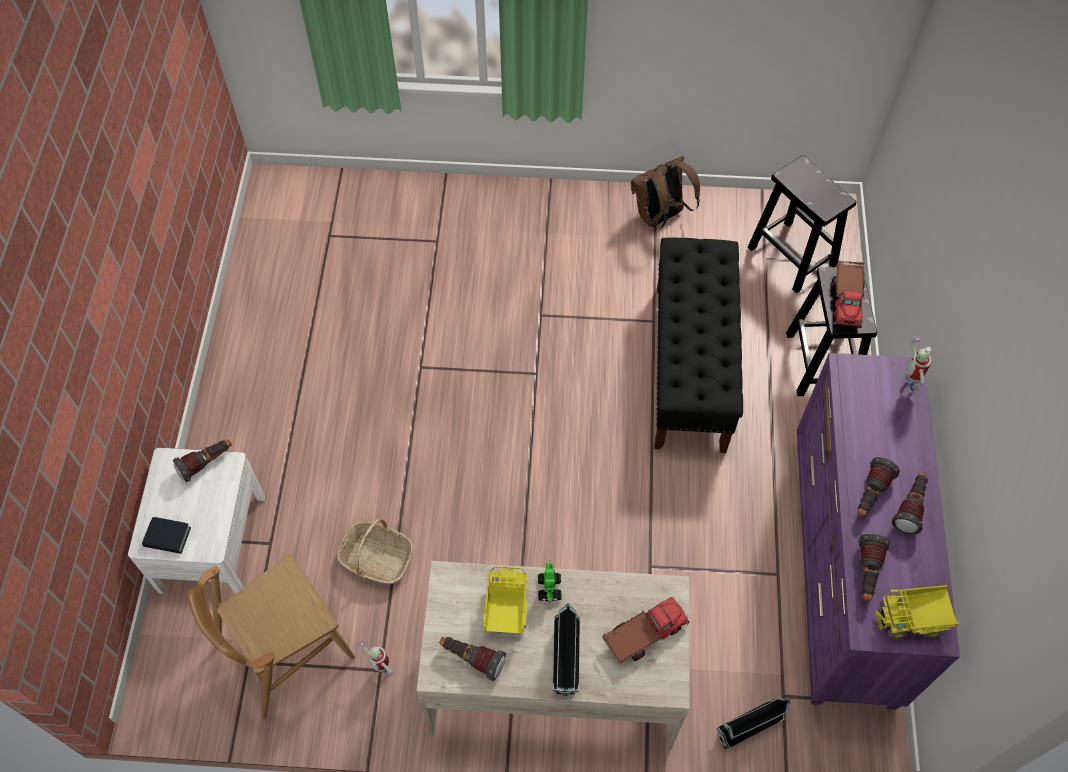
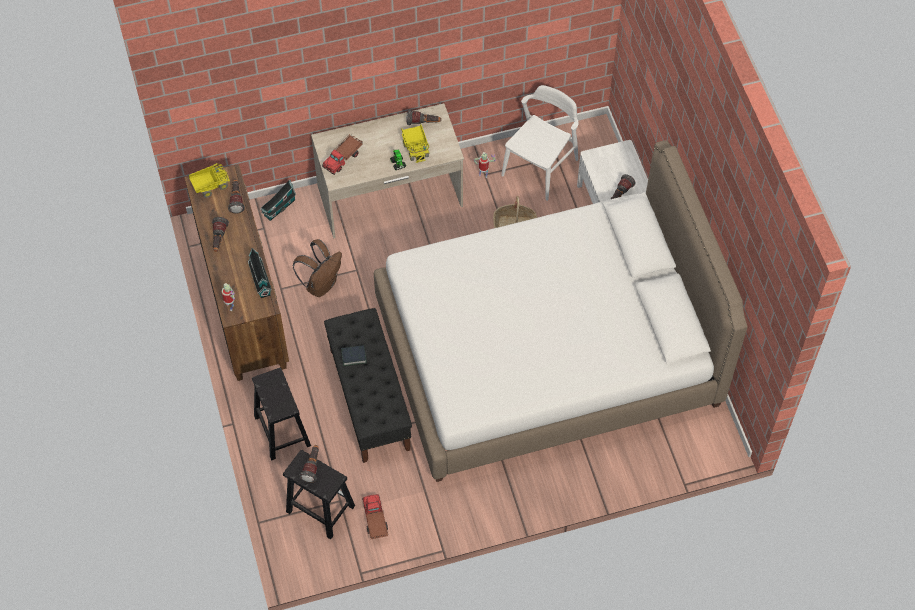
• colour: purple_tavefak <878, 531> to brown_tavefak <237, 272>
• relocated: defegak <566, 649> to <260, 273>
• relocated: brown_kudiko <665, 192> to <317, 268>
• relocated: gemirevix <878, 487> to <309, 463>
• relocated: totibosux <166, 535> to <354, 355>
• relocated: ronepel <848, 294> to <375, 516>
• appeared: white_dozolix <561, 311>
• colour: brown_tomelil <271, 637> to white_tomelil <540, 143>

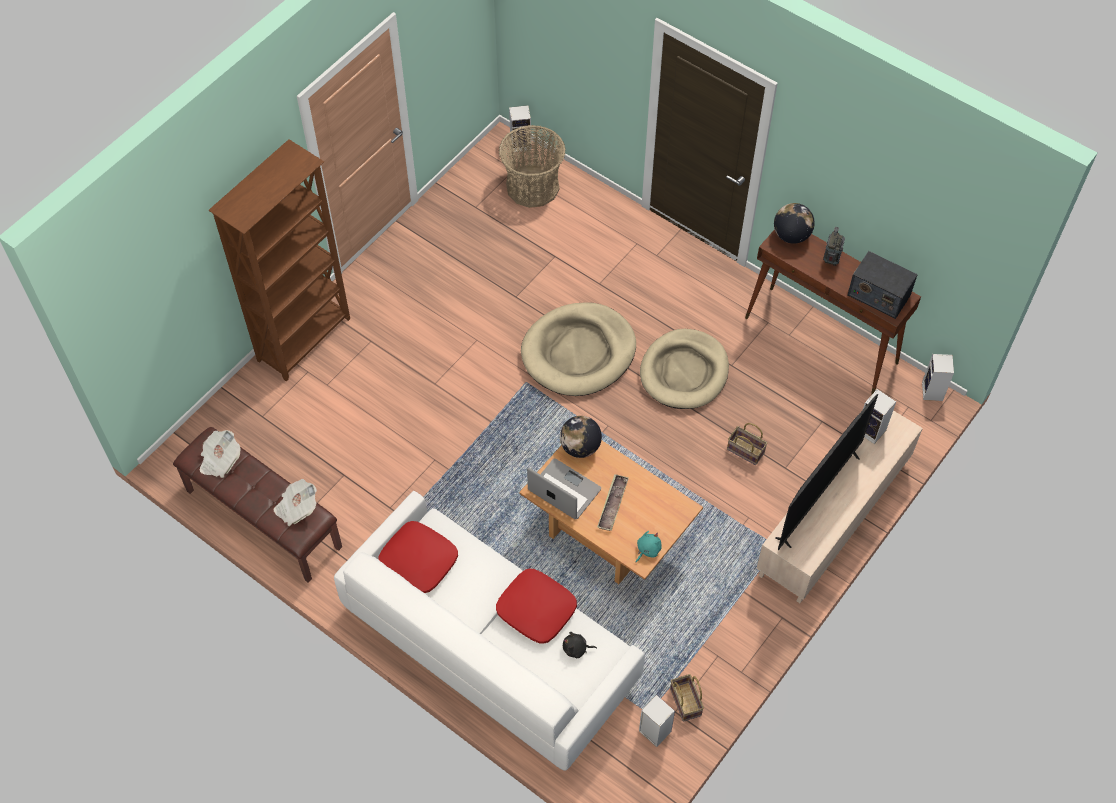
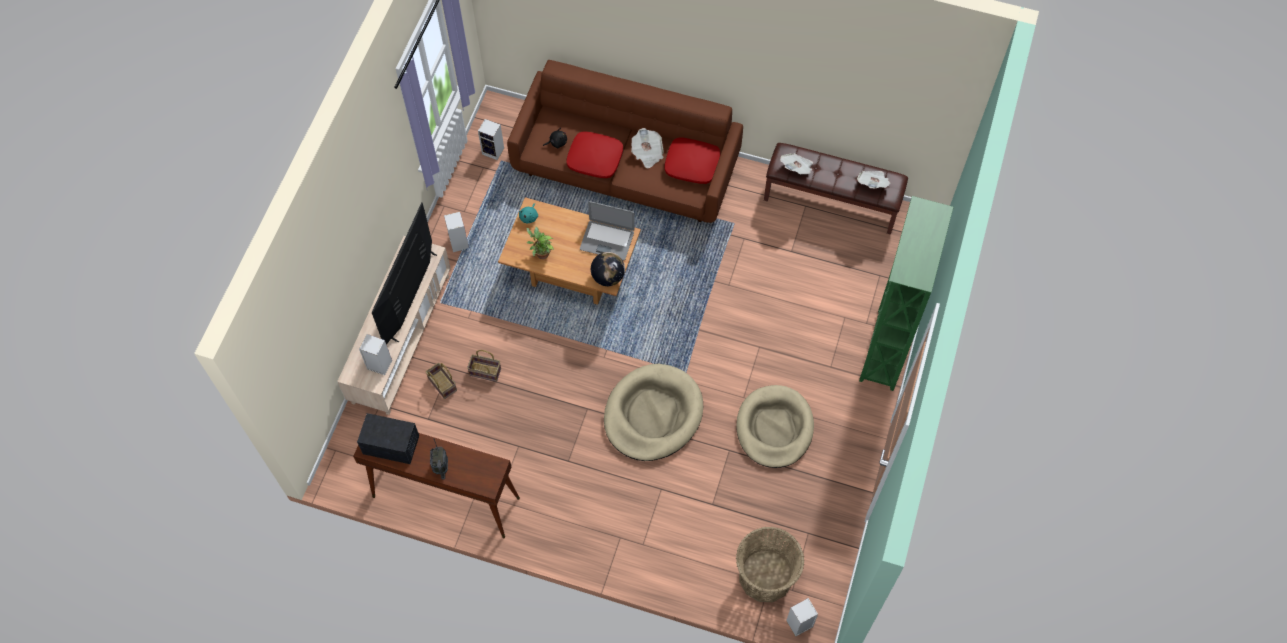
• relocated: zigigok <687, 698> to <441, 381>
• relocated: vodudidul <938, 377> to <456, 232>
• colour: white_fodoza <489, 630> to brown_fodoza <625, 141>
• appeared: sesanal <540, 243>
• appeared: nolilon <647, 148>
• relocated: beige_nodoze <684, 369> to <775, 426>
• colour: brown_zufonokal <279, 260> to green_zufonokal <906, 293>
• missing: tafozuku <613, 502>
• missing: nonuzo <794, 223>

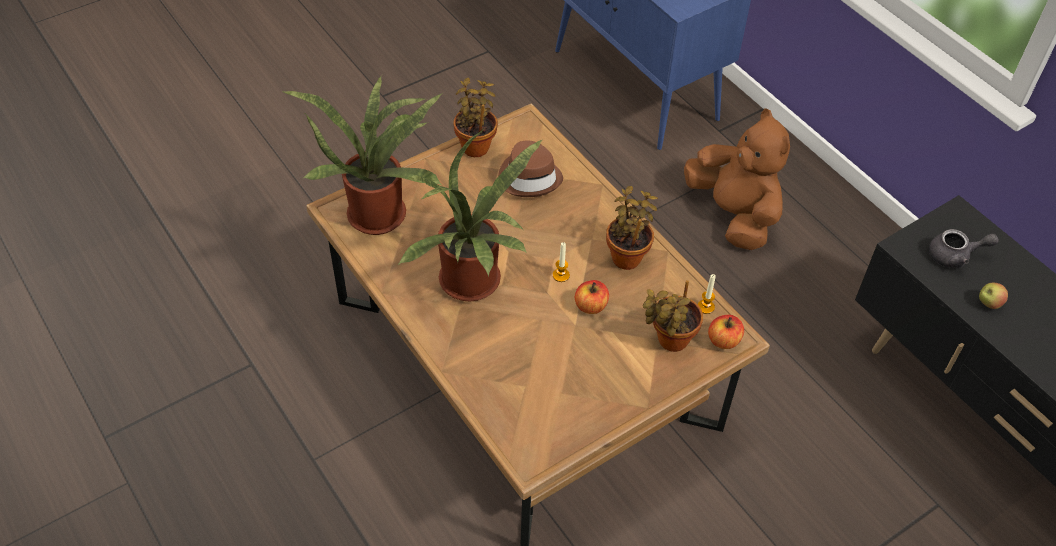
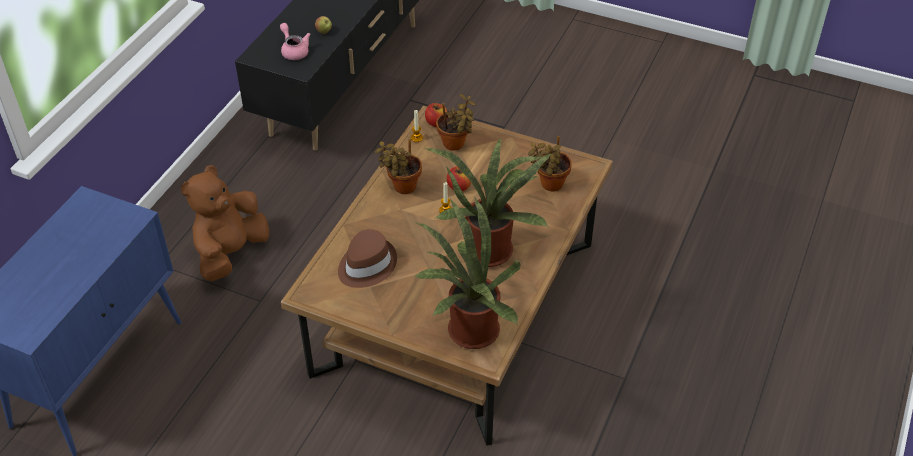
• colour: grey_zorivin <964, 248> to pink_zorivin <295, 41>
• relocated: sesanal <475, 117> to <550, 164>

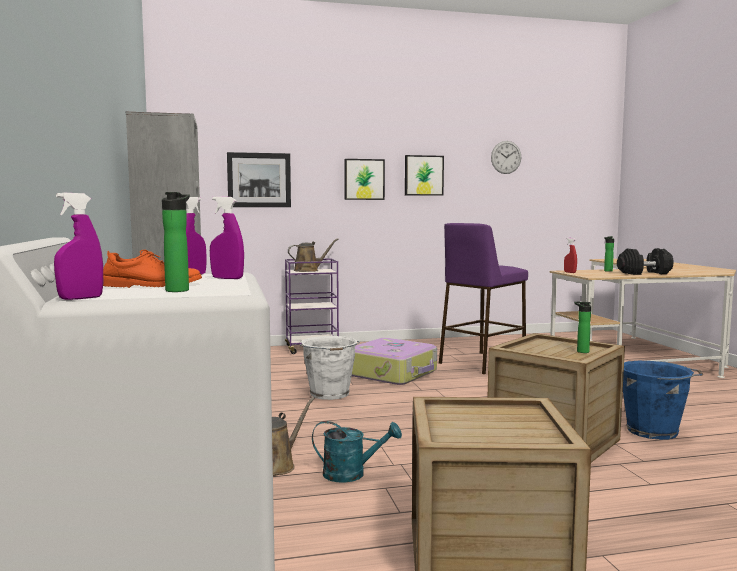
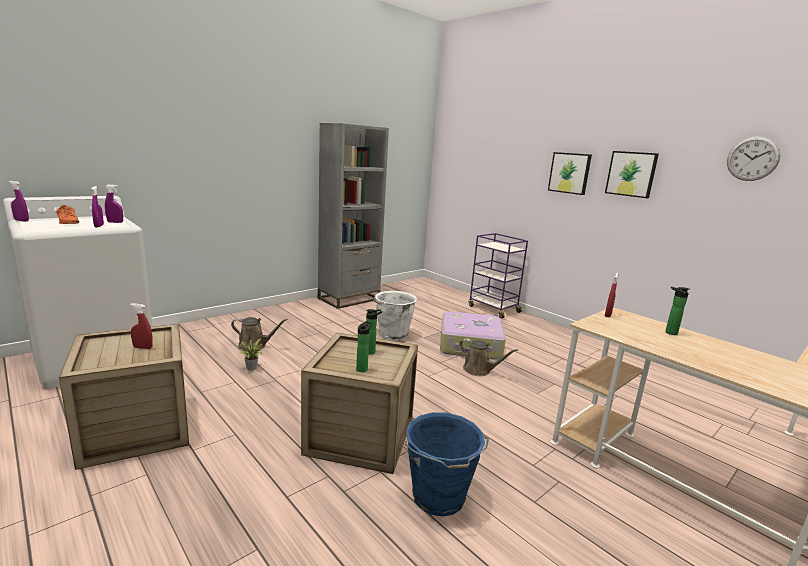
• appeared: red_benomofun <141, 326>
• exchanged: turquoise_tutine <357, 452> to sesanal <251, 354>
• relocated: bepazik <176, 242> to <374, 332>
• relocated: brown_tutine <313, 255> to <489, 357>
• missing: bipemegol <259, 179>
• missing: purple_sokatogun <483, 298>
• missing: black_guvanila <645, 261>

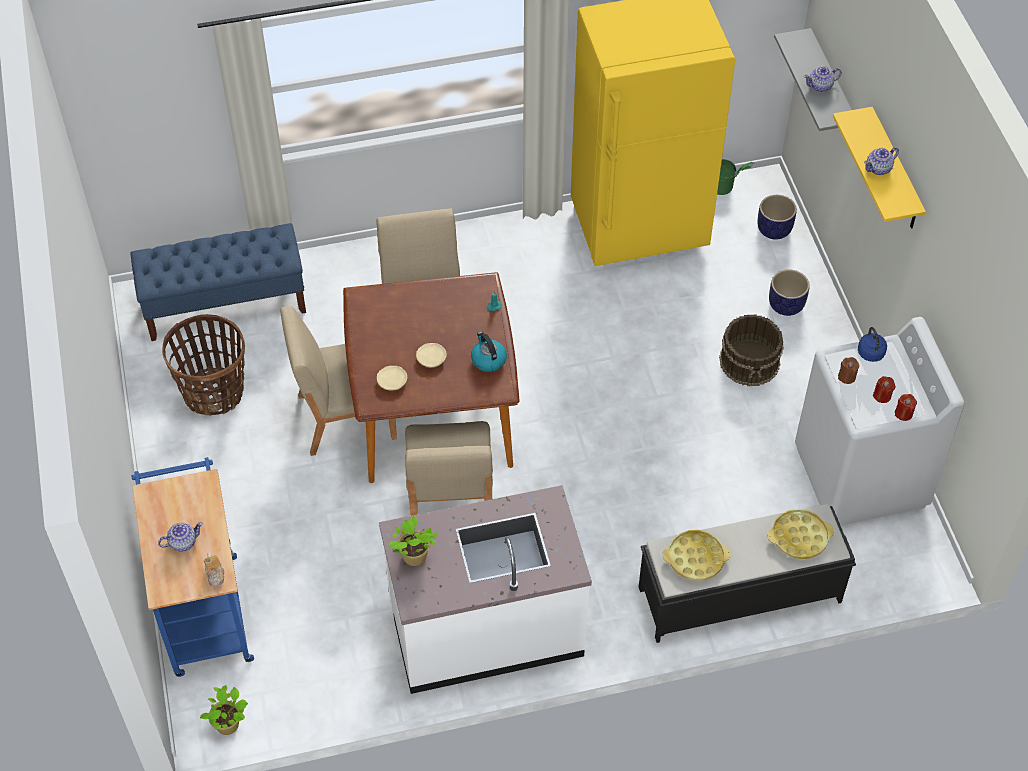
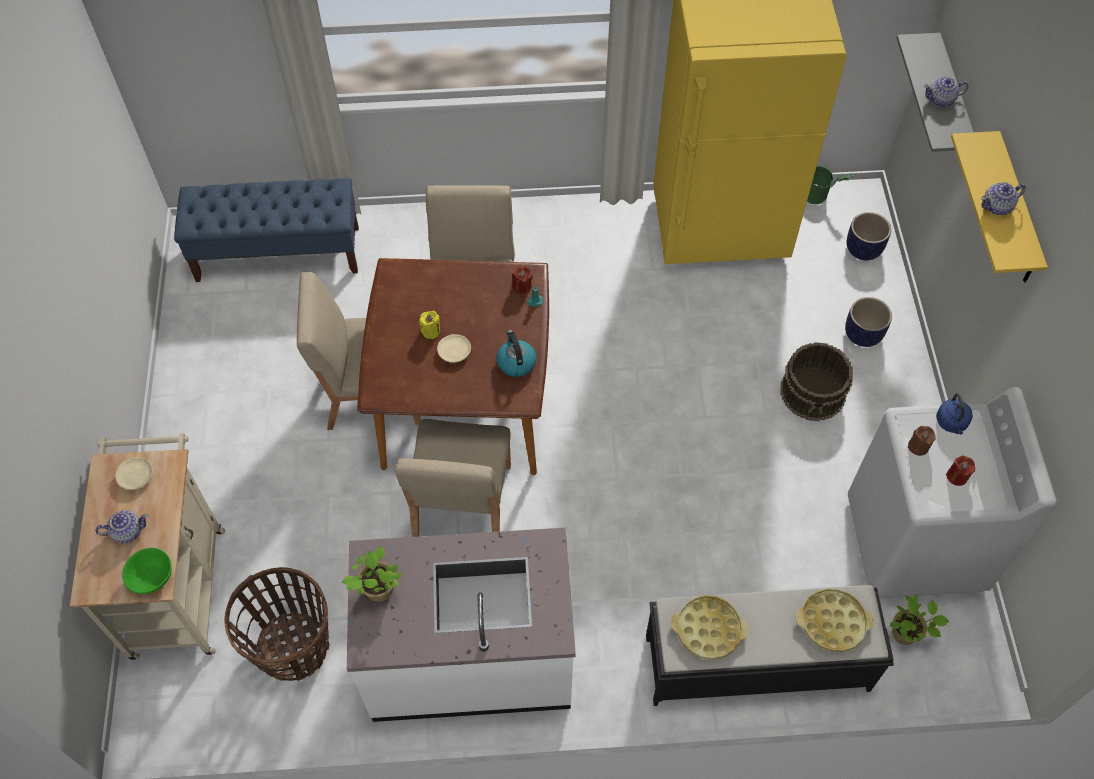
• colour: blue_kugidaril <193, 567> to beige_kugidaril <147, 546>
• relocated: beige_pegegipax <392, 378> to <134, 473>
• exchanged: zorivin <214, 570> to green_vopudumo <147, 571>
• relocated: zigigok <203, 365> to <276, 624>
• appeared: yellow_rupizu <429, 325>
• relocated: red_rupizu <906, 407> to <522, 280>
• relocated: sesanal <224, 710> to <919, 620>

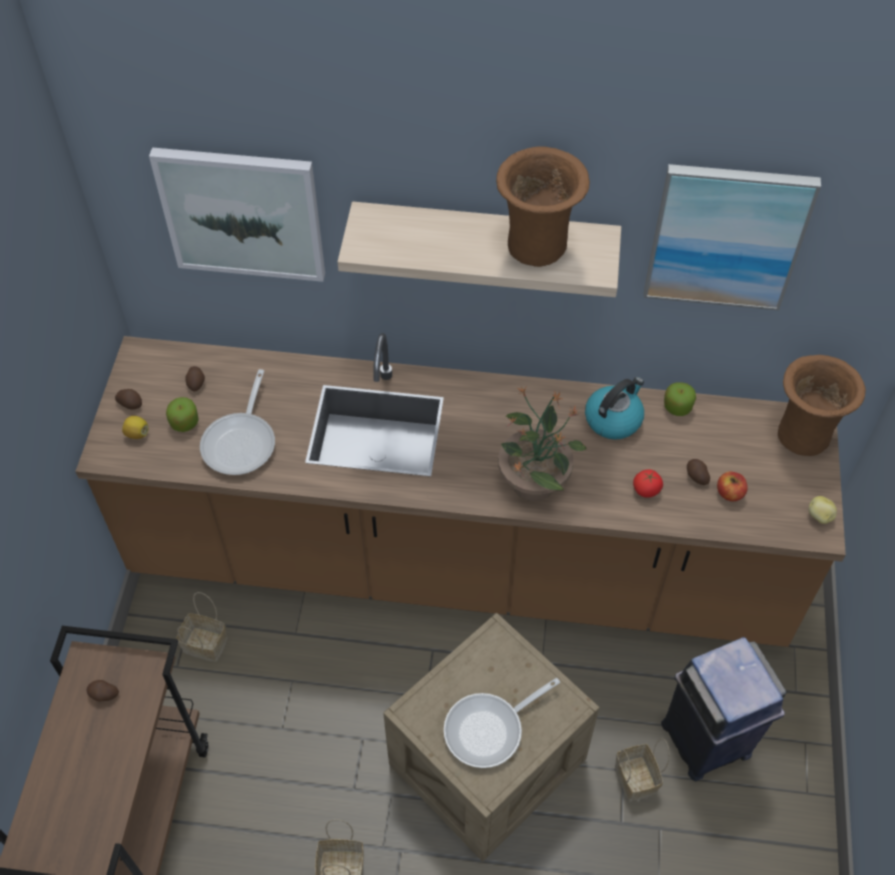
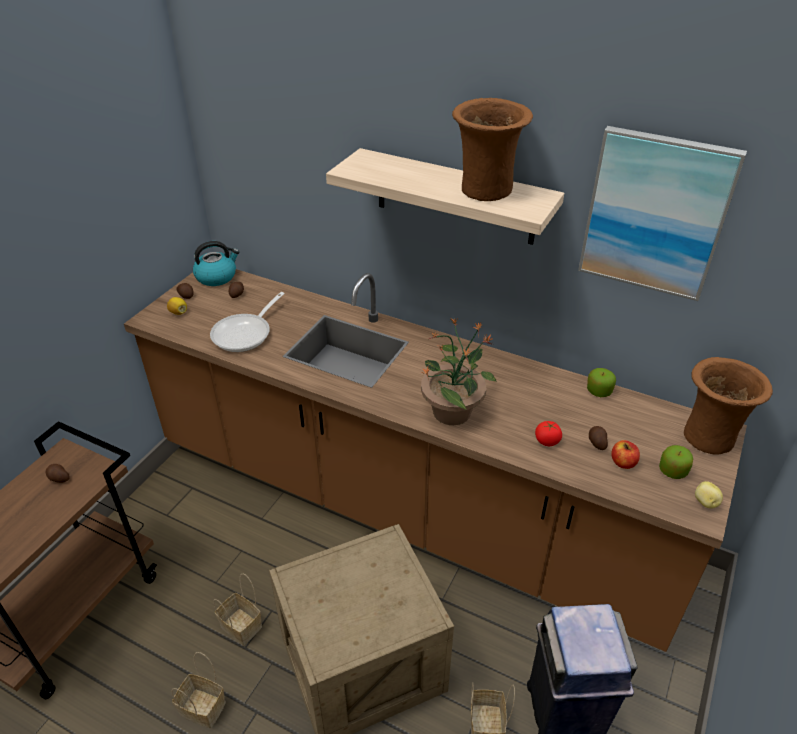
• relocated: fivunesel <614, 408> to <216, 263>
• relocated: zigigok <202, 627> to <237, 609>
• relocated: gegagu <182, 414> to <676, 462>
• missing: bipemegol <237, 214>
• missing: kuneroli <502, 723>

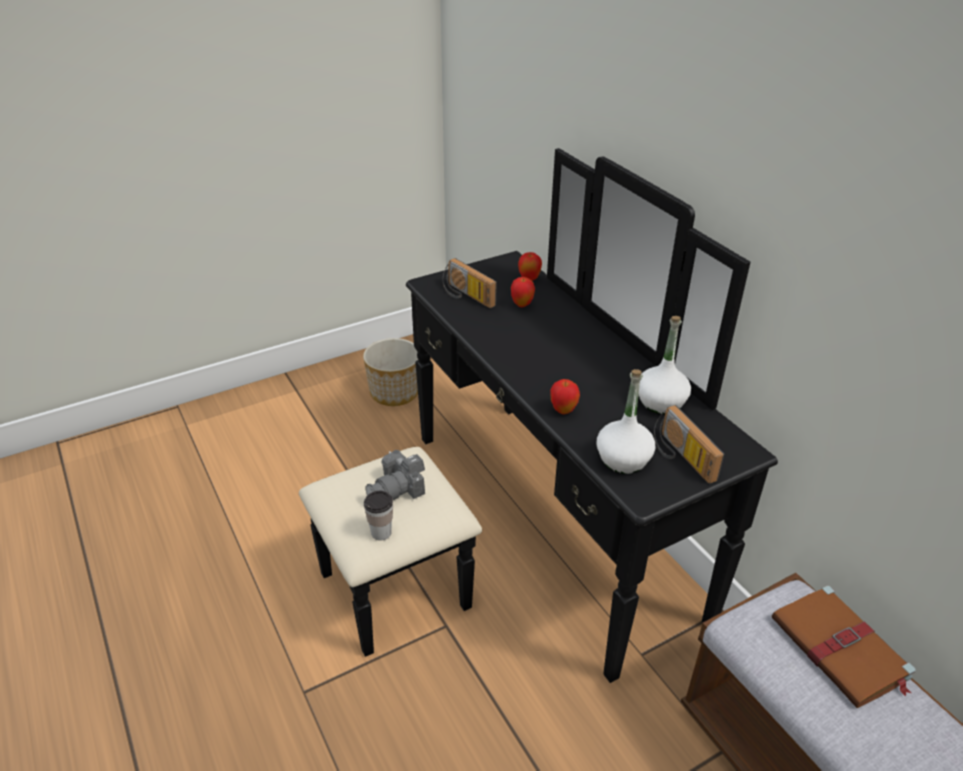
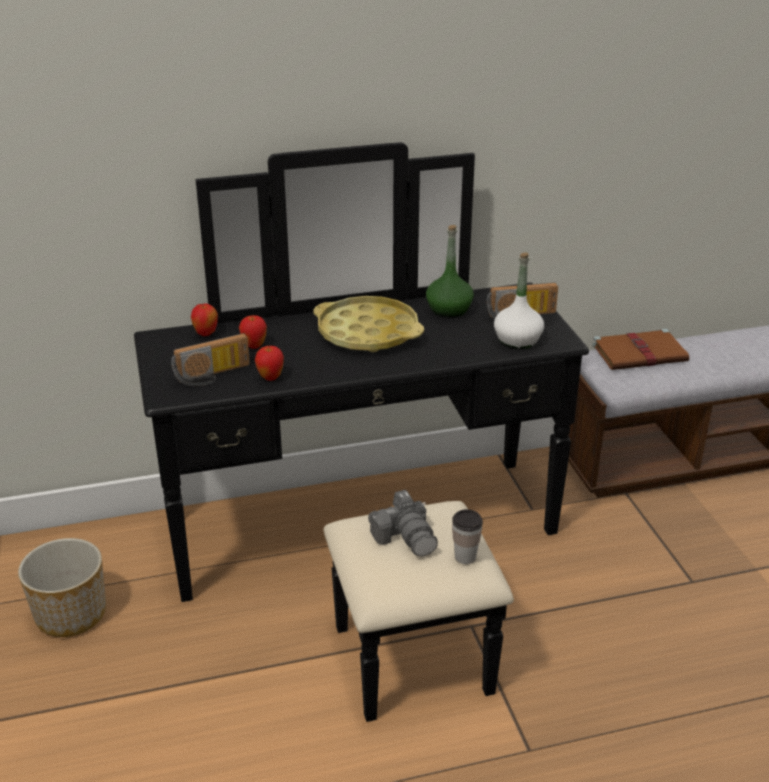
• relocated: gegagu <565, 396> to <269, 363>
• appeared: yellow_tafozuku <368, 324>
• colour: white_bepazik <665, 365> to green_bepazik <450, 271>

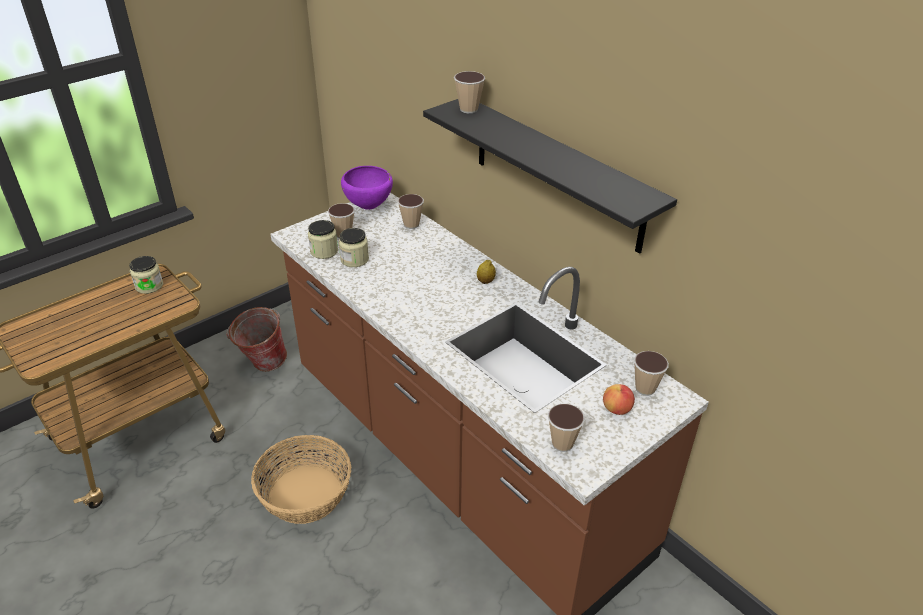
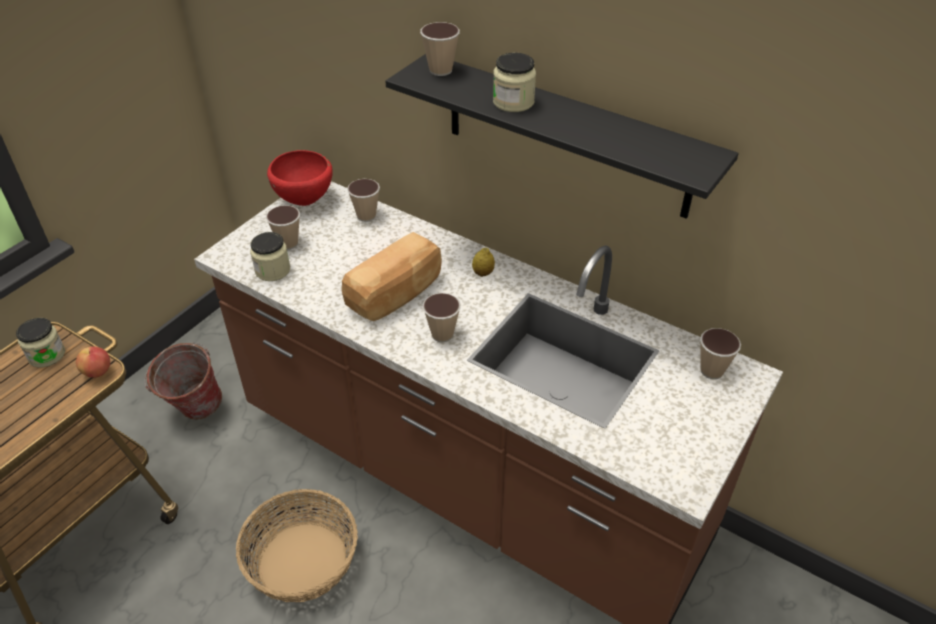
• relocated: gegagu <619, 399> to <93, 362>
• colour: purple_vopudumo <367, 188> to red_vopudumo <300, 178>
• appeared: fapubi <392, 276>
• relocated: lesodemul <566, 428> to <442, 317>
• relocated: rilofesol <354, 247> to <514, 82>

